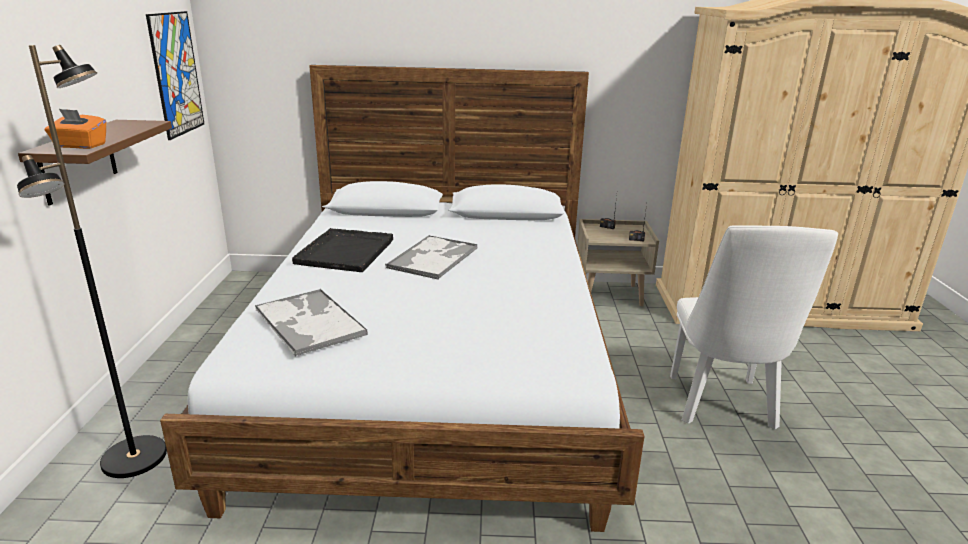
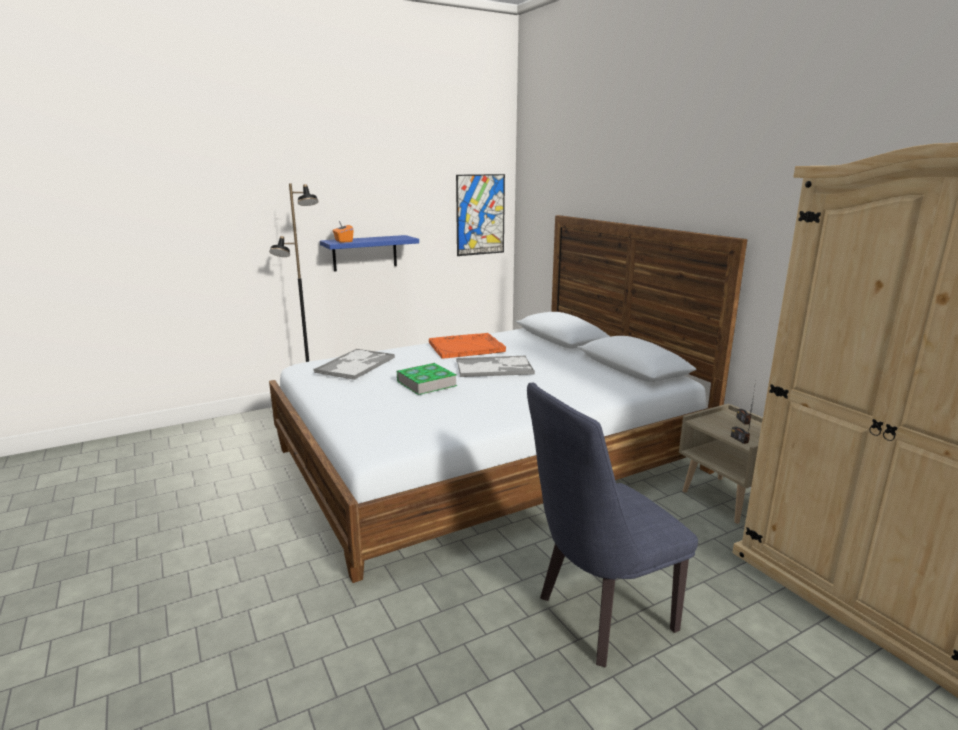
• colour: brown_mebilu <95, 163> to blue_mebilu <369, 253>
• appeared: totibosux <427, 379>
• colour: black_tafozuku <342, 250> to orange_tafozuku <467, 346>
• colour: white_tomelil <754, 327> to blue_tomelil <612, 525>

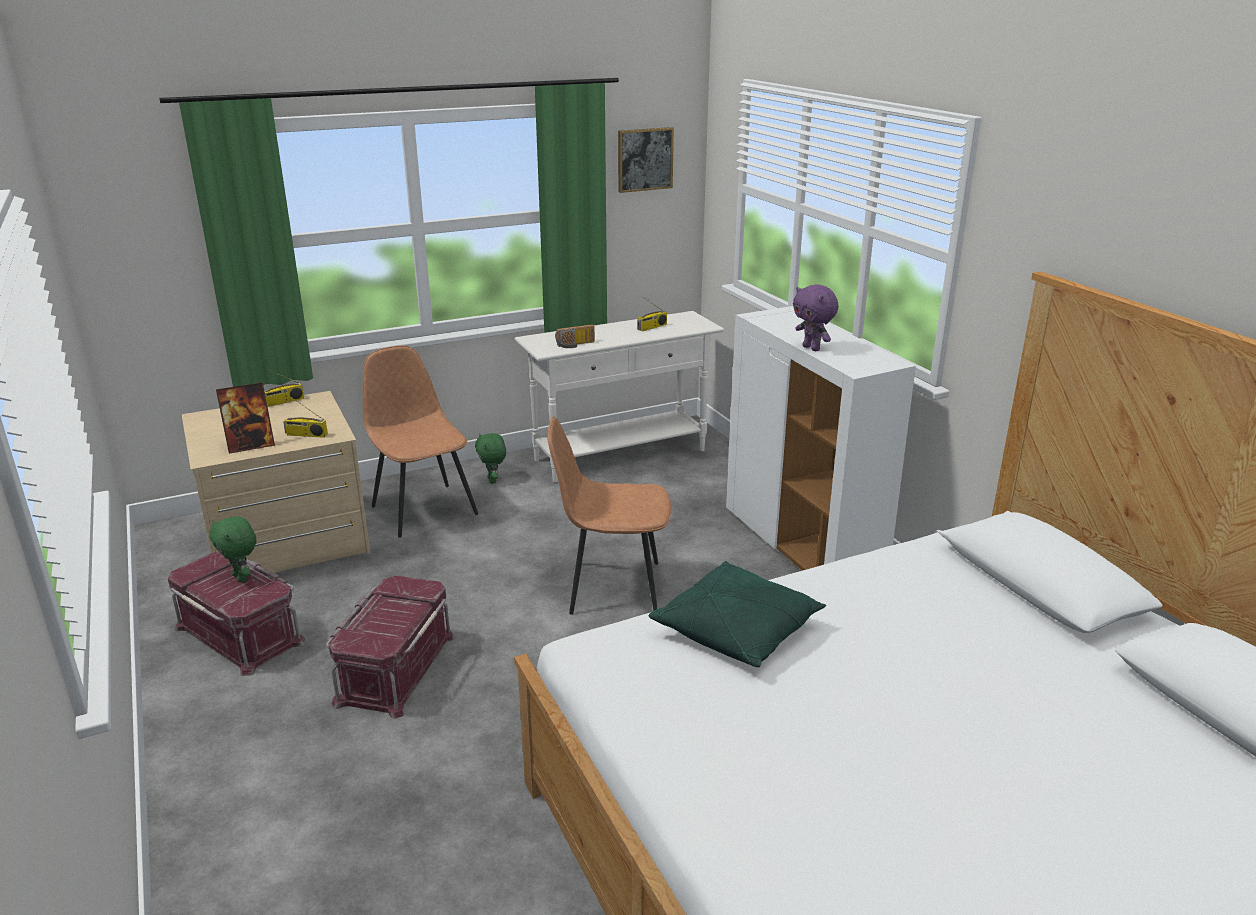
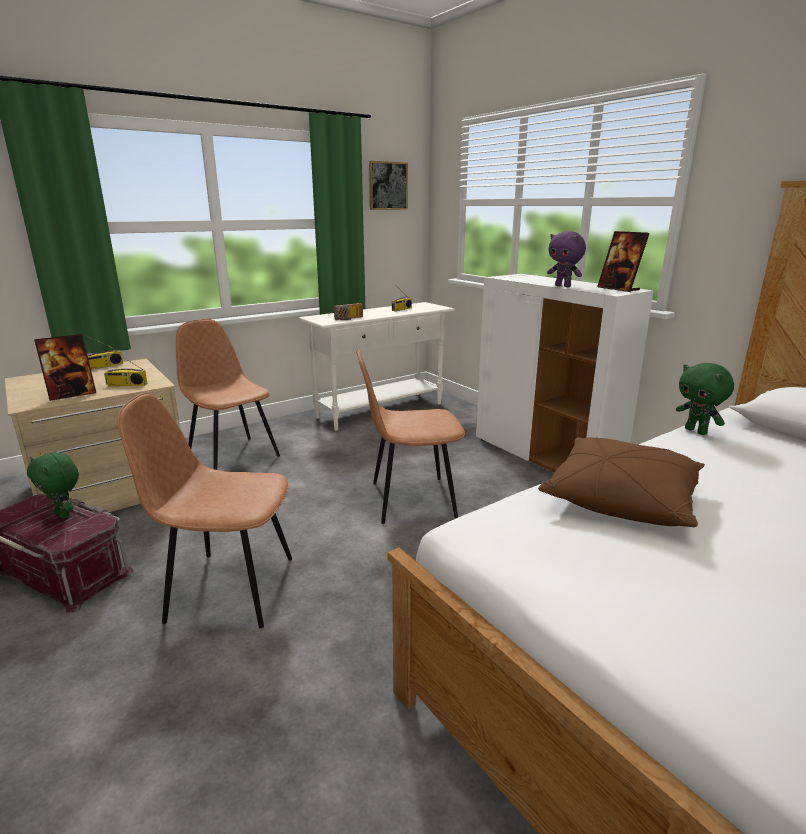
• exchanged: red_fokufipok <390, 647> to brown_tomelil <205, 510>
• colour: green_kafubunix <737, 614> to brown_kafubunix <621, 482>
• appeared: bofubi <623, 261>
• relocated: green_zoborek <490, 458> to <705, 399>

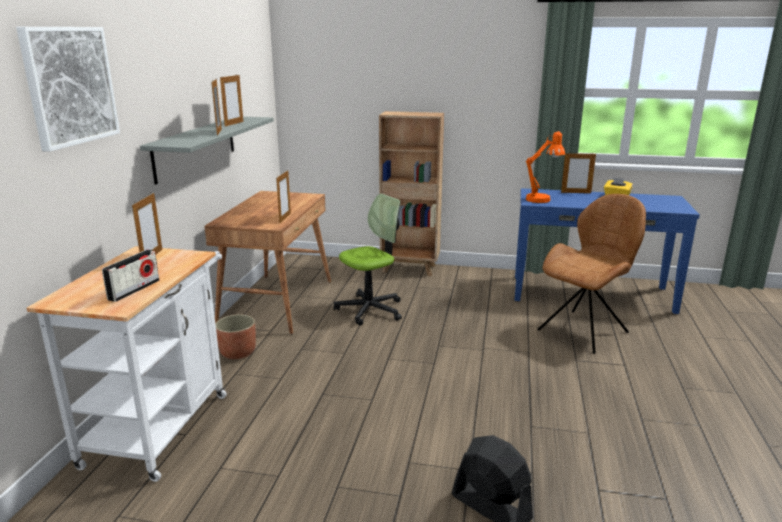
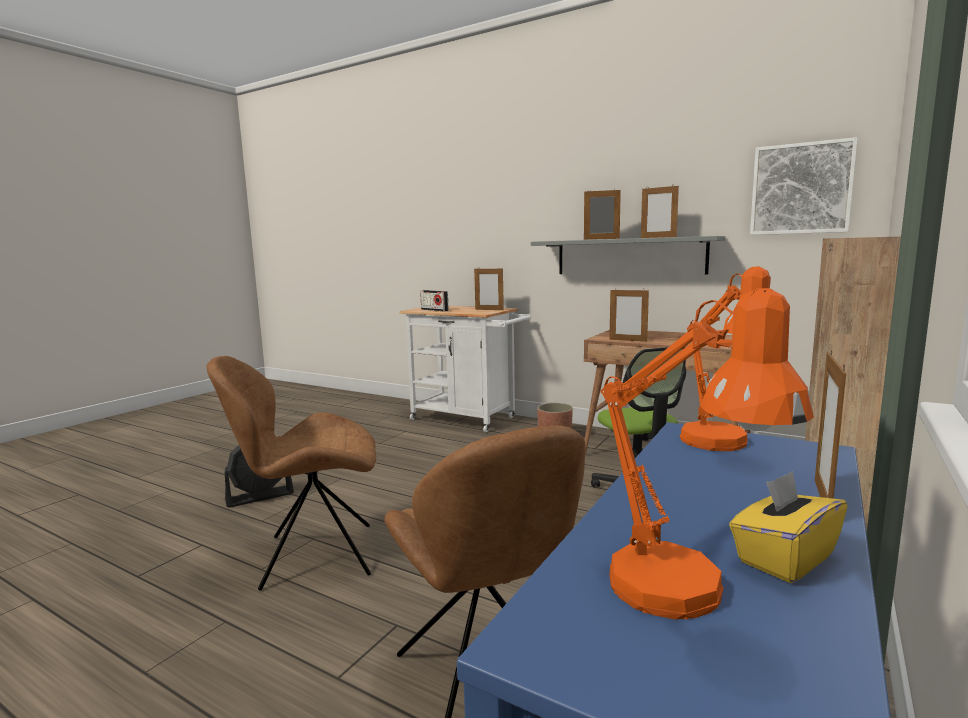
• appeared: brown_tomelil <291, 473>
• appeared: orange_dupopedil <707, 453>
• relocated: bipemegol <68, 89> to <804, 186>

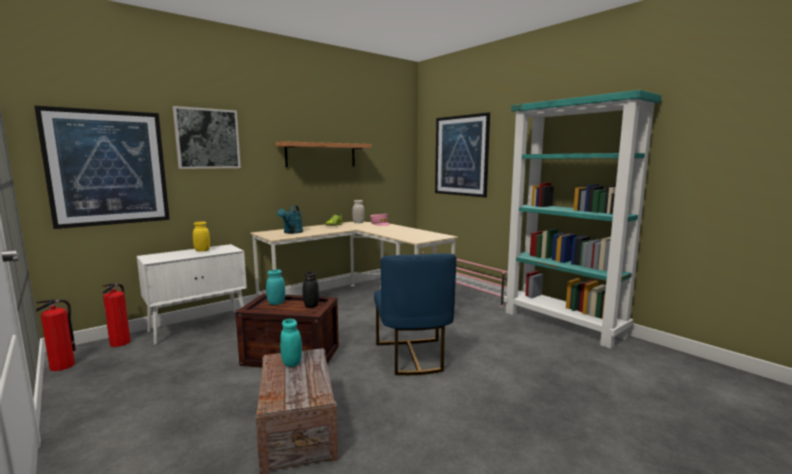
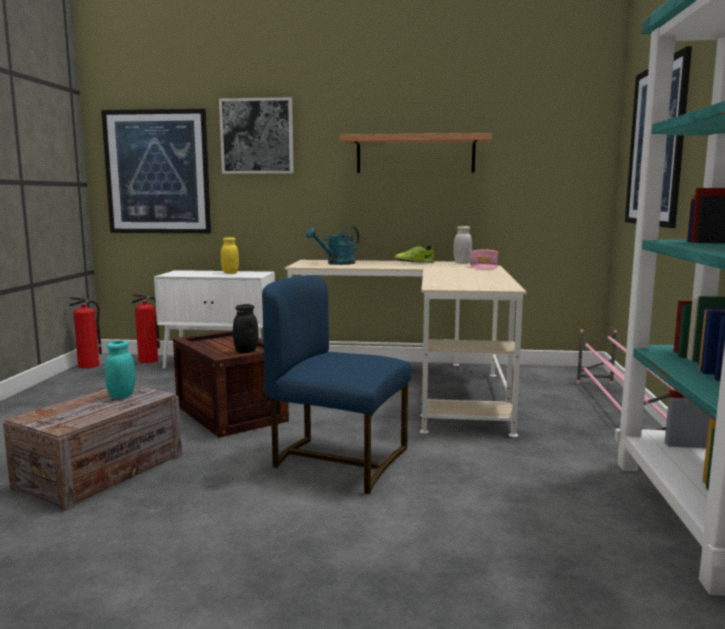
• spun: blue_tomelil <415, 314> = <337, 385> 75 degrees clockwise
• missing: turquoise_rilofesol <275, 287>

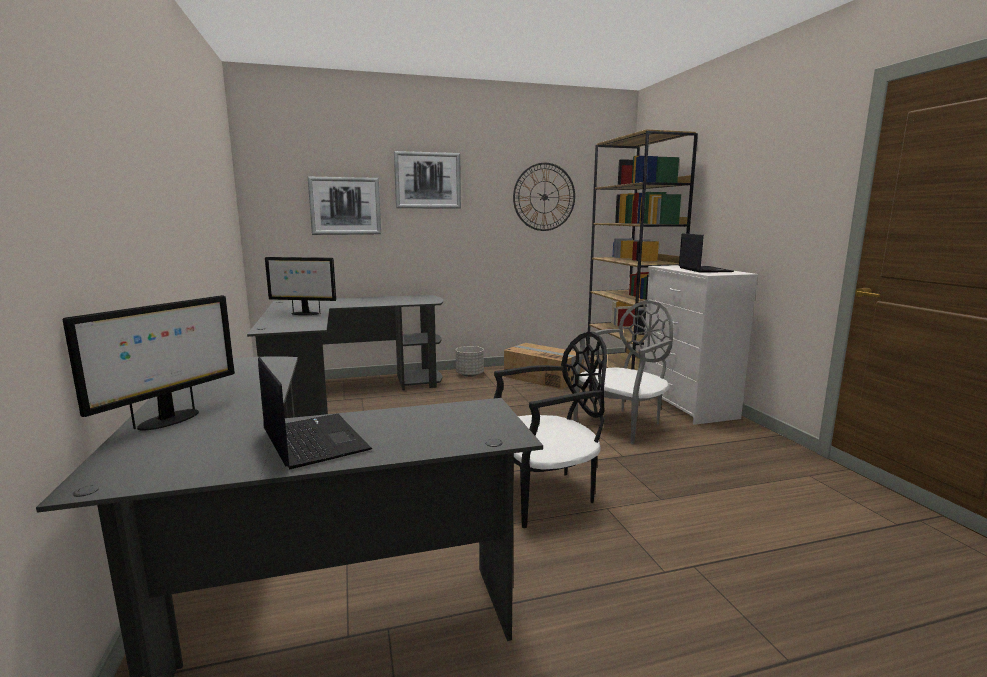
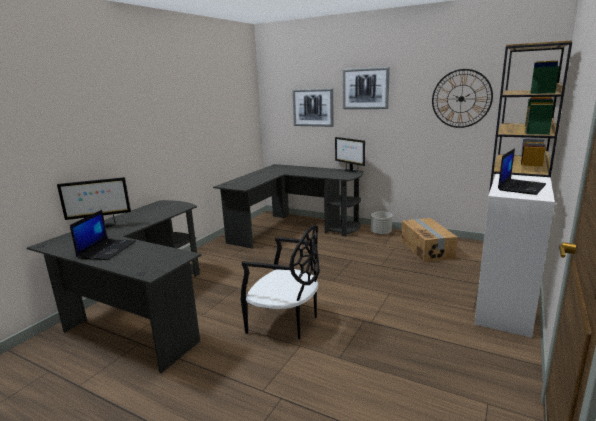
• relocated: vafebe <300, 286> to <350, 155>
• missing: grey_tomelil <623, 372>

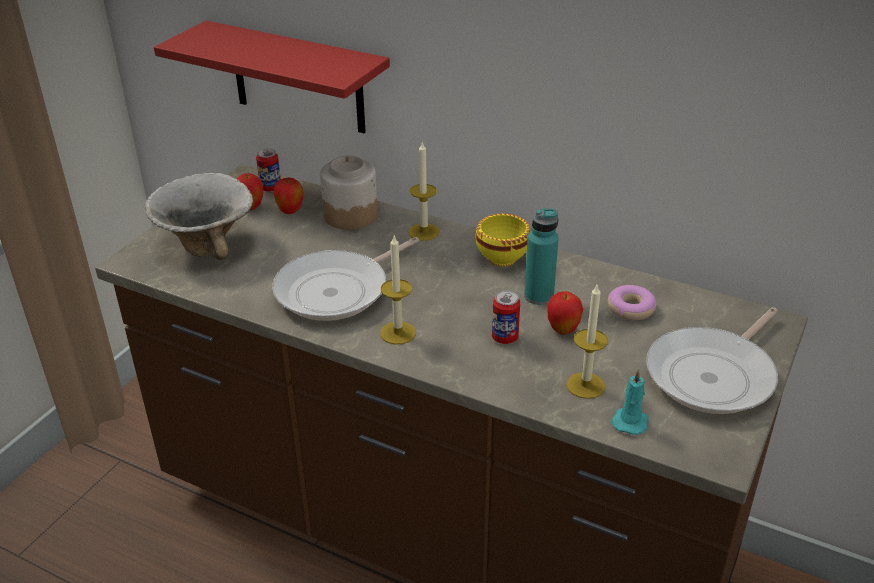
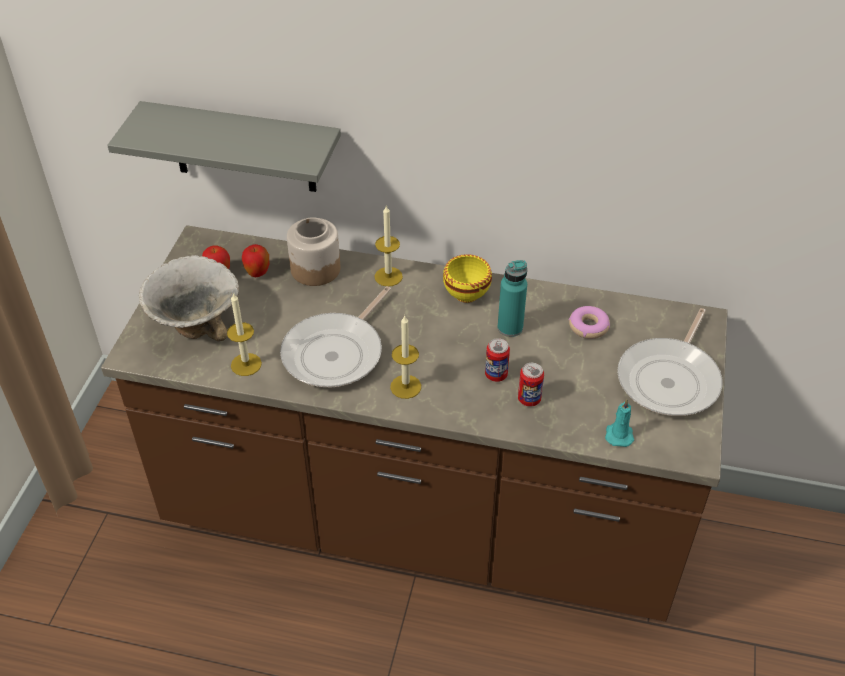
• colour: red_mebilu <272, 77> to grey_mebilu <224, 146>
• relocated: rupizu <587, 342> to <244, 334>
• relocated: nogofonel <268, 170> to <531, 384>
• missing: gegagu <565, 313>

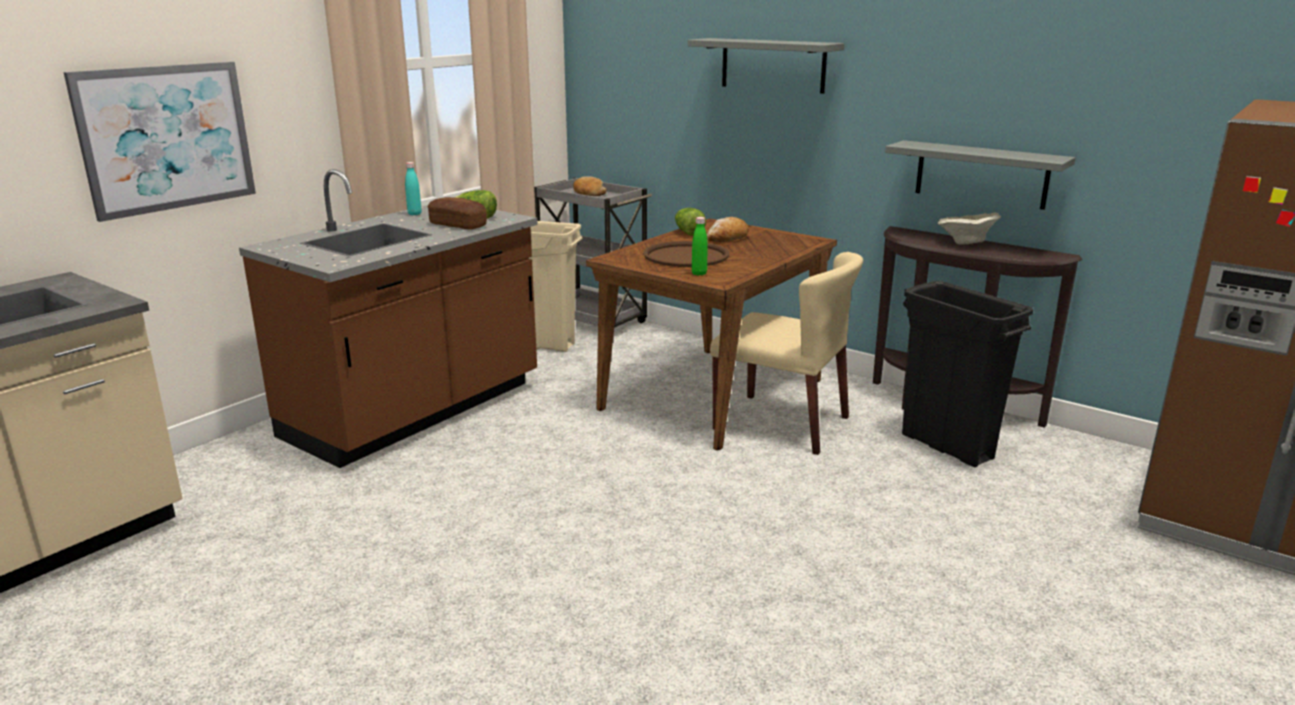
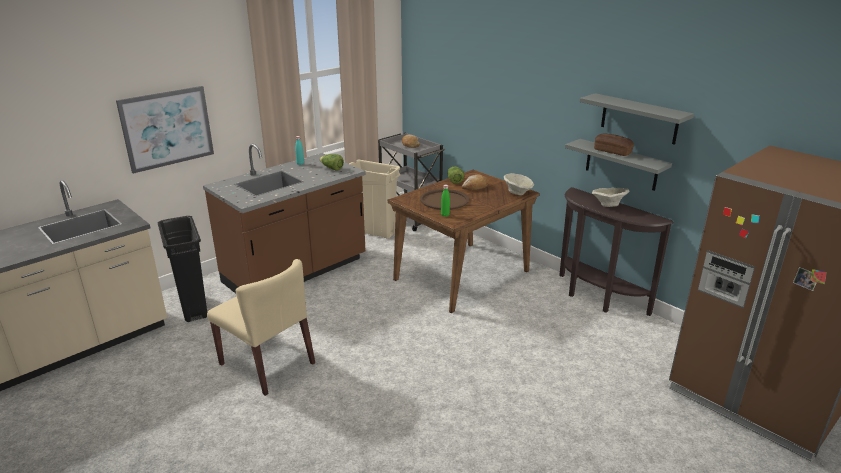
• relocated: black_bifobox <967, 374> to <182, 269>
• relocated: beige_tomelil <786, 353> to <261, 327>
• appeared: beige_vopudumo <519, 184>
• relocated: grey_mebilu <766, 66> to <637, 119>
• relocated: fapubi <457, 213> to <614, 144>

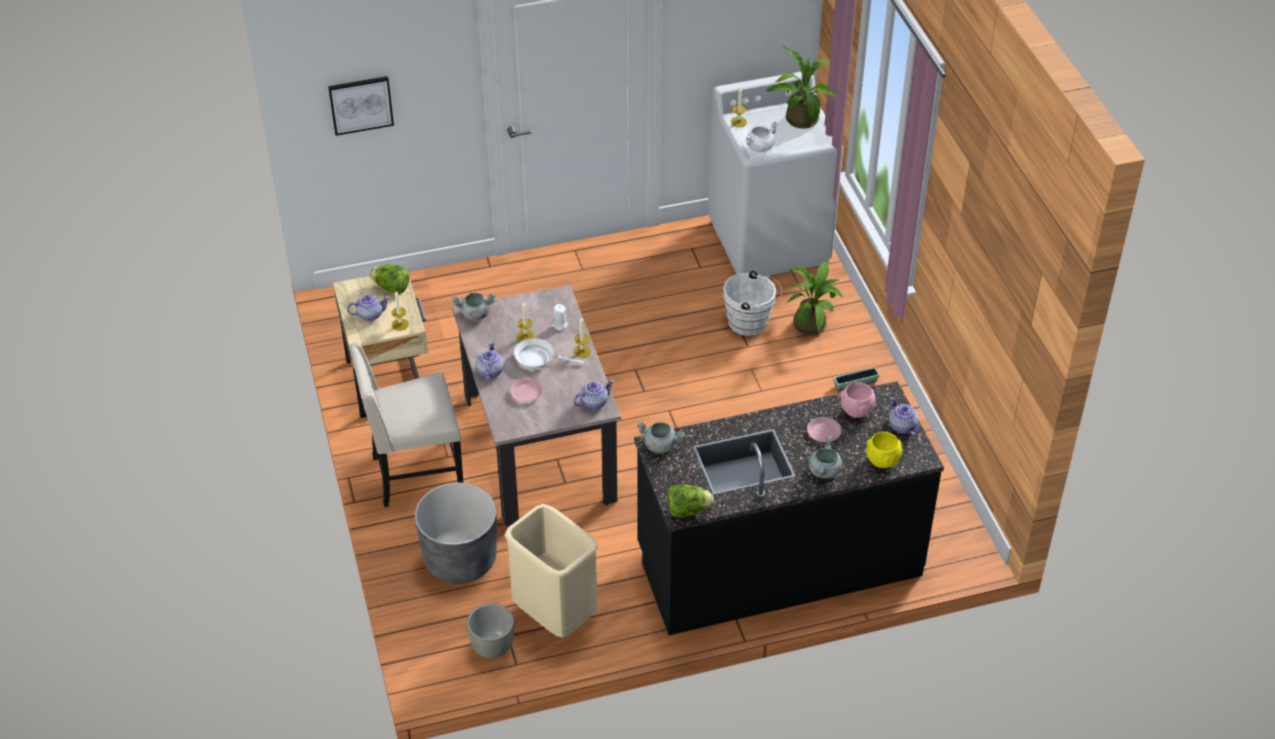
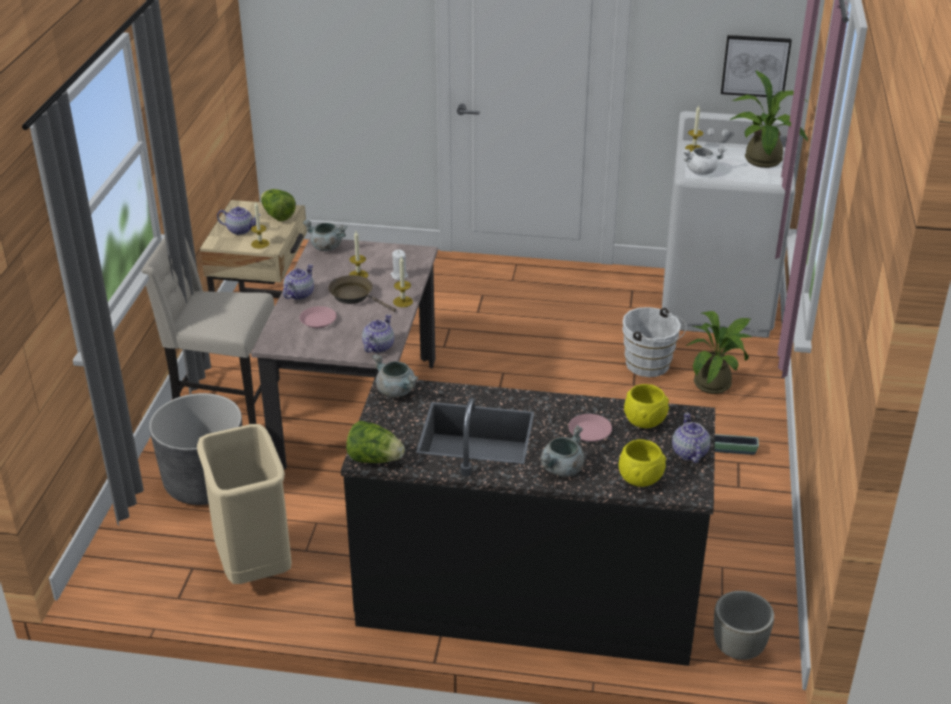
• colour: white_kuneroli <549, 353> to brown_kuneroli <362, 293>
• spun: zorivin <593, 394> = <378, 333> 60 degrees counterclockwise
• colour: pink_vopudumo <858, 400> to yellow_vopudumo <646, 406>
• relocated: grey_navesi <491, 631> to <744, 625>
• relocated: bipemegol <361, 106> to <756, 66>

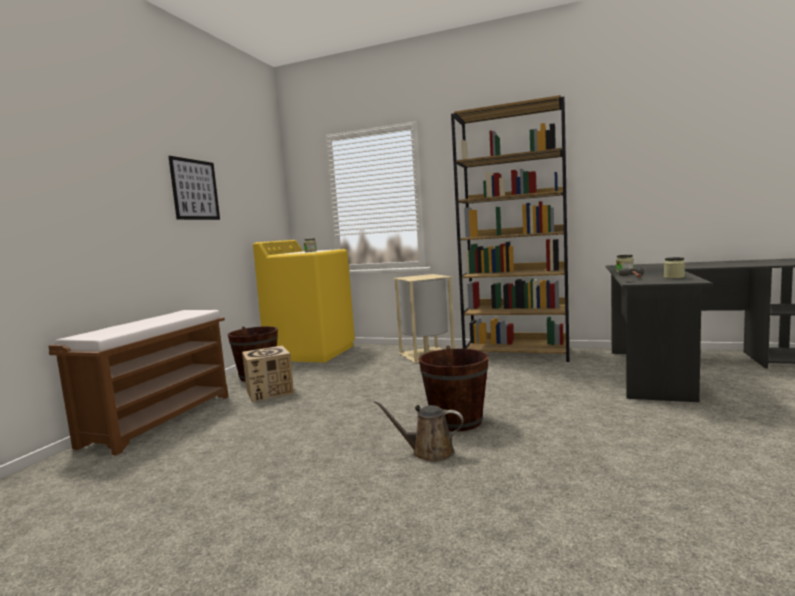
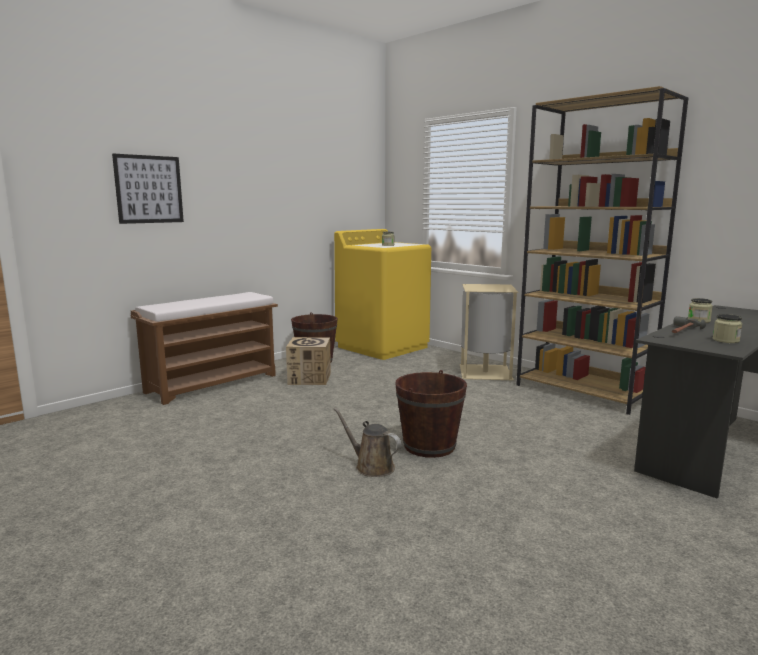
• relocated: bipemegol <194, 188> to <148, 189>

